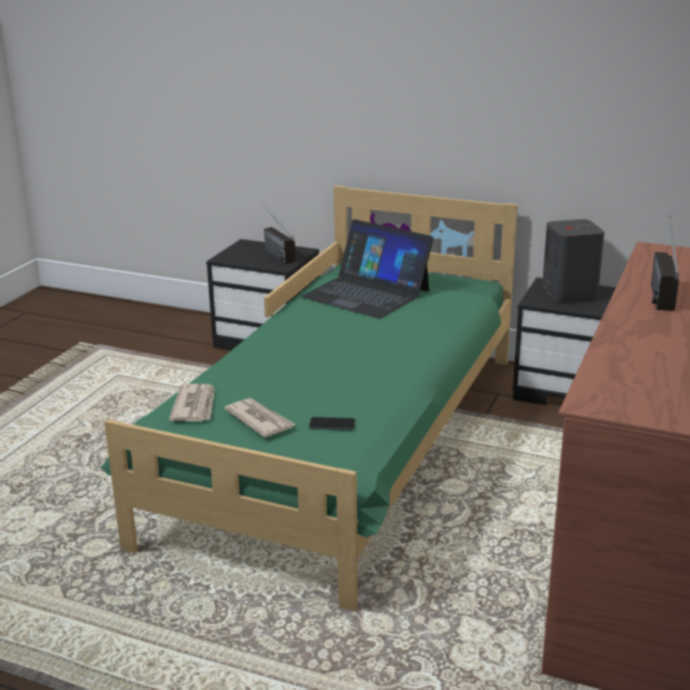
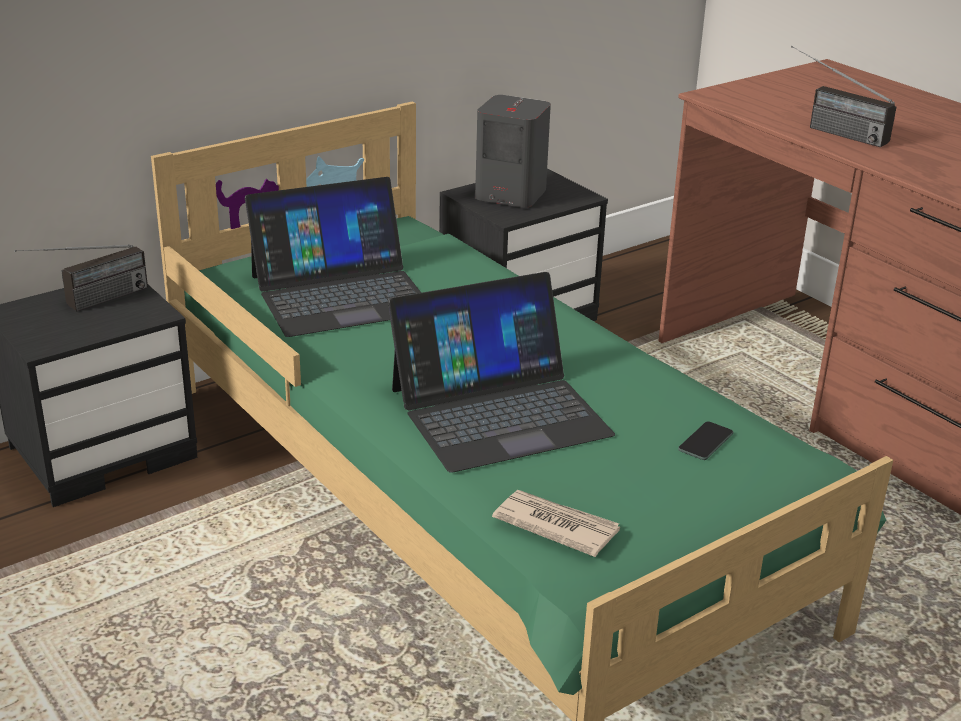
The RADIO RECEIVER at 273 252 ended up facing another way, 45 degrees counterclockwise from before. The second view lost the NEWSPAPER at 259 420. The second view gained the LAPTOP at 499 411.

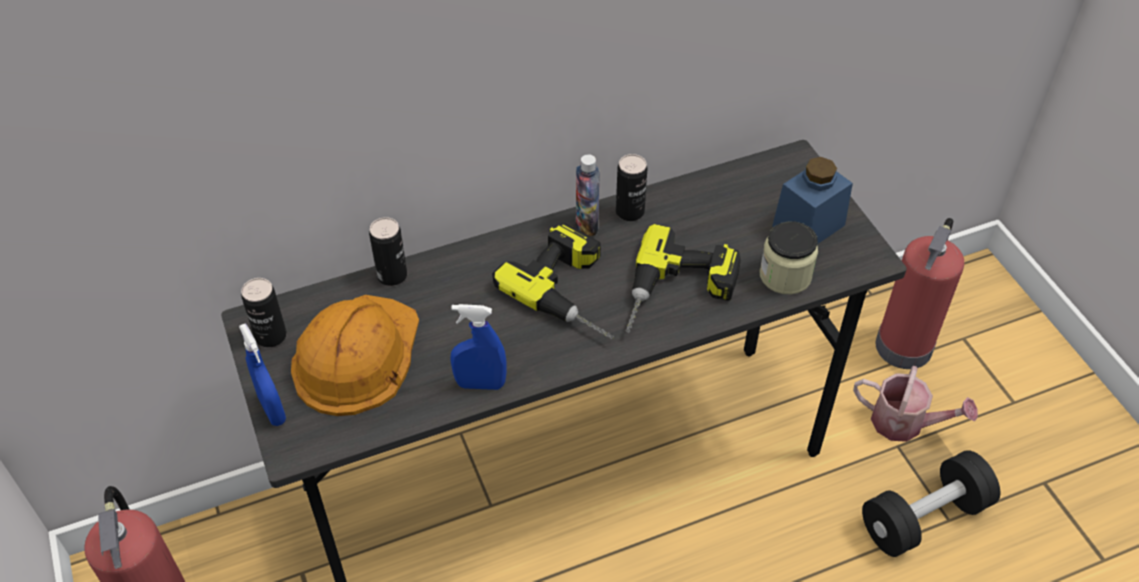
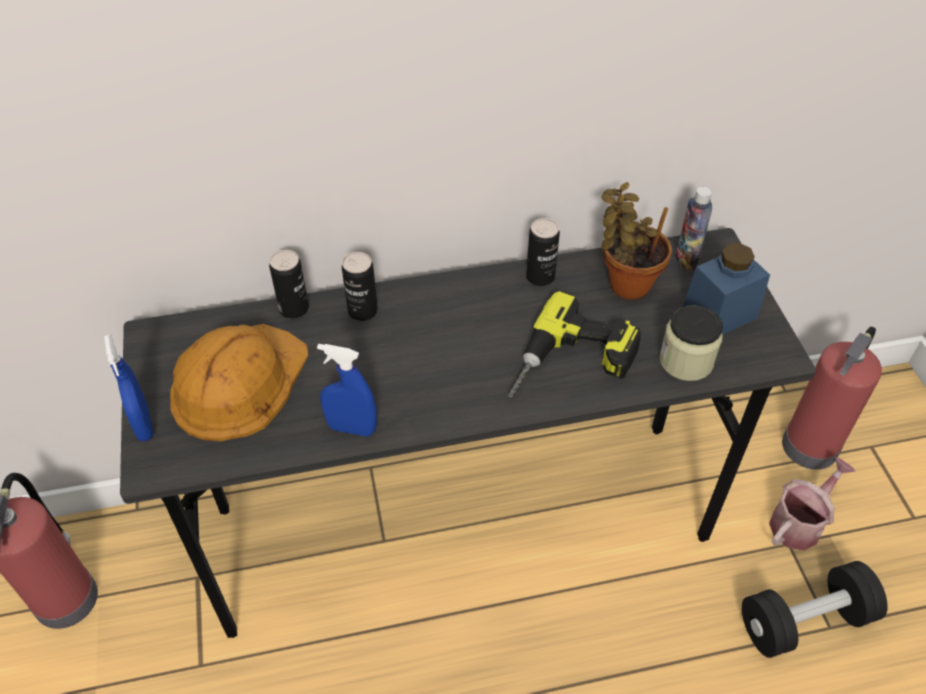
The BOTTLE ended up elsewhere, having gone from 587 224 to 686 259. The second view lost the DRILL at 575 290. The METAL CAN ended up elsewhere, having gone from 271 336 to 362 311. The SPRINKLING CAN at 905 423 ended up facing another way, 75 degrees counterclockwise from before. The second view gained the HOUSEPLANT at 625 282.

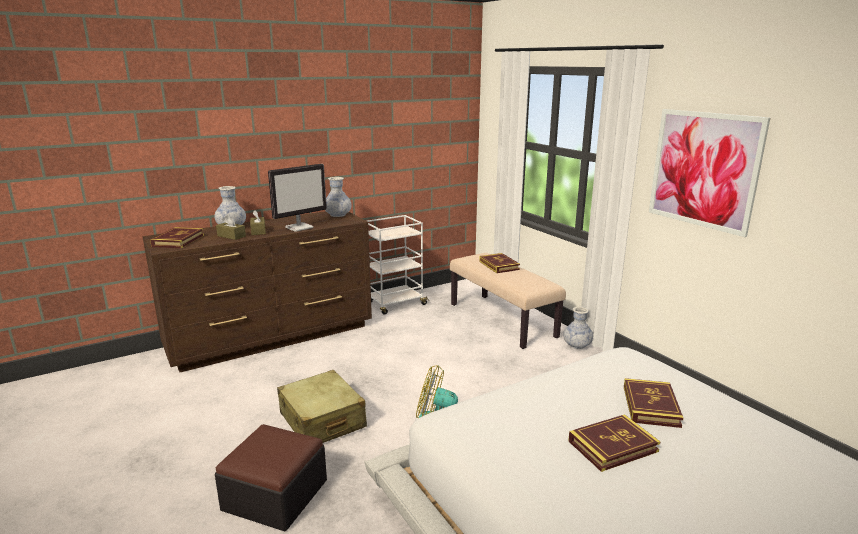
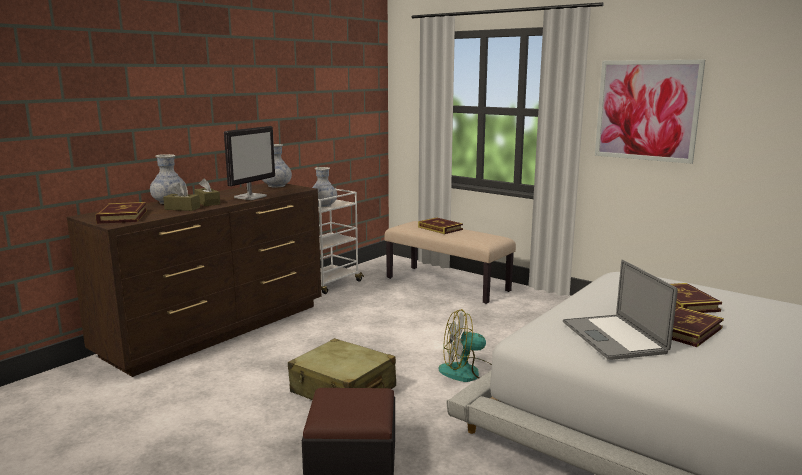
The DECORATIVE VASE ended up elsewhere, having gone from 577 345 to 323 205. The second view gained the LAPTOP at 613 337.

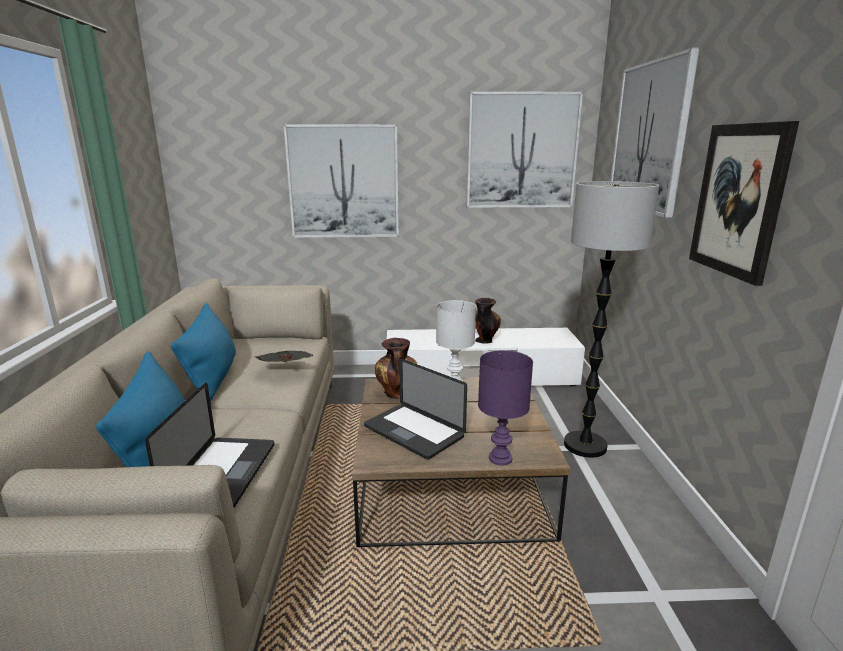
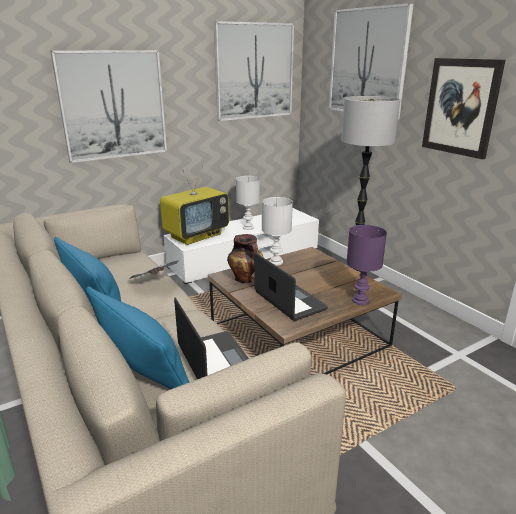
Where the DECORATIVE VASE stood at 484 339, the WHITISH LAMP FOR A TABLE came to stand at 247 227. The LAPTOP at 413 432 ended up facing another way, 135 degrees counterclockwise from before. The second view gained the TELEVISION at 196 235.

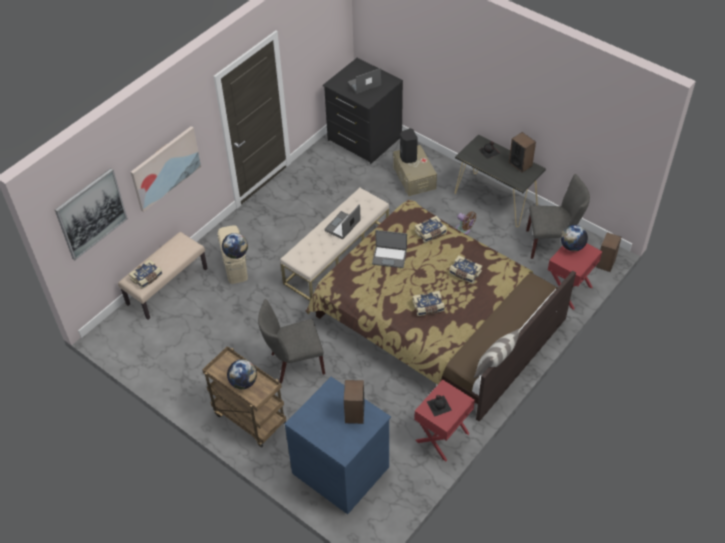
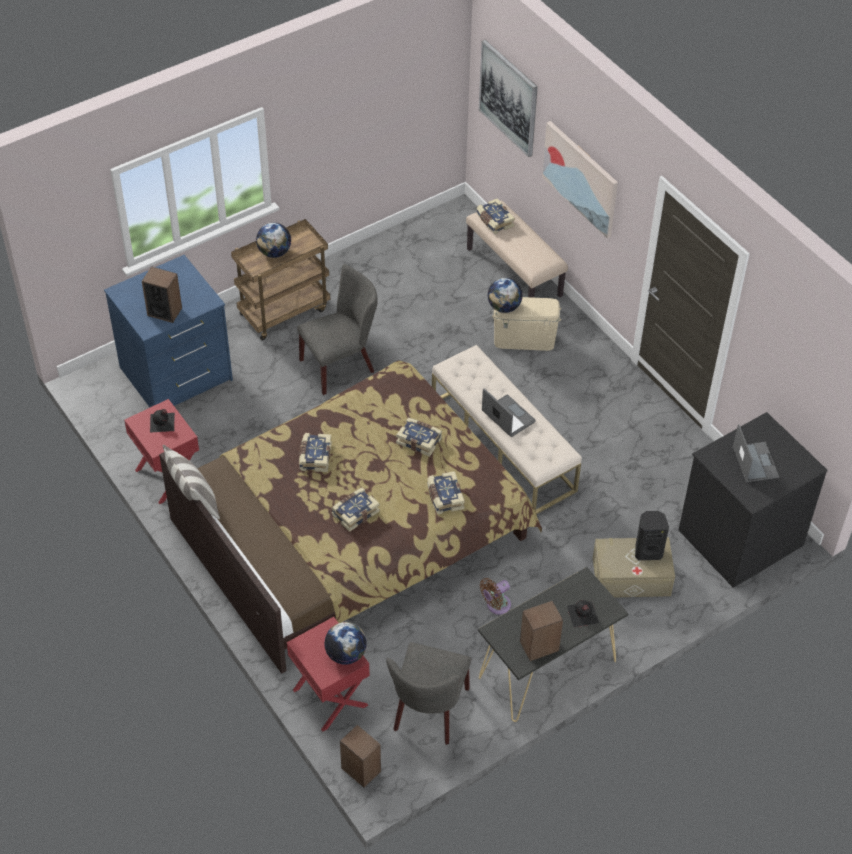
Where the LAPTOP stood at 389 257, the VOLUME came to stand at 419 440. The GRAY PLAIN CHAIR at 294 364 ended up facing another way, 60 degrees clockwise from before.

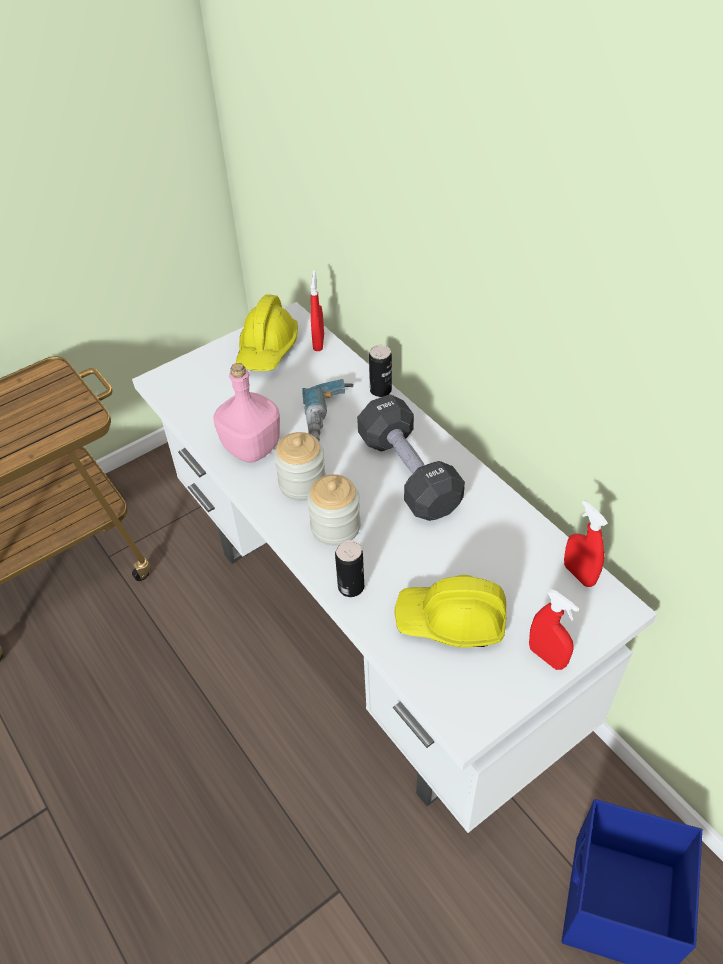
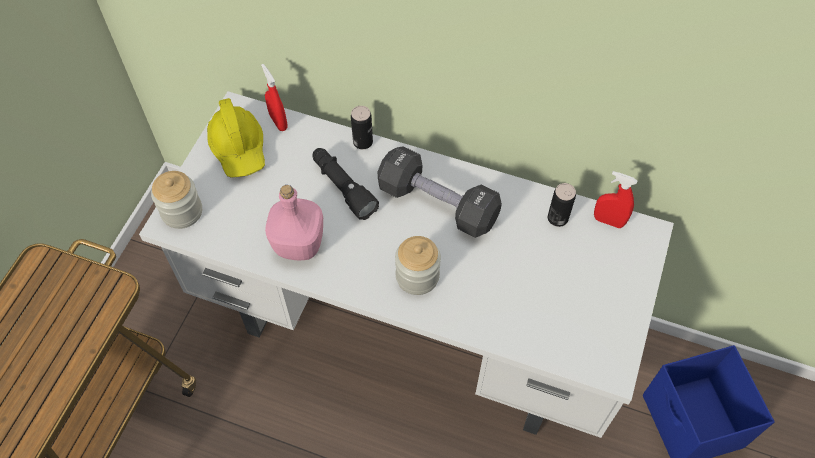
Where the DRILL stood at 330 420, the BLACK HAND TORCH came to stand at 343 188. The JAR ended up elsewhere, having gone from 302 483 to 182 211. The METAL CAN ended up elsewhere, having gone from 351 587 to 557 218. The second view lost the YELLOW-COLOURED SAFETY HELMET at 451 620. The second view lost the RED-COLOURED SPRAYER at 547 656.

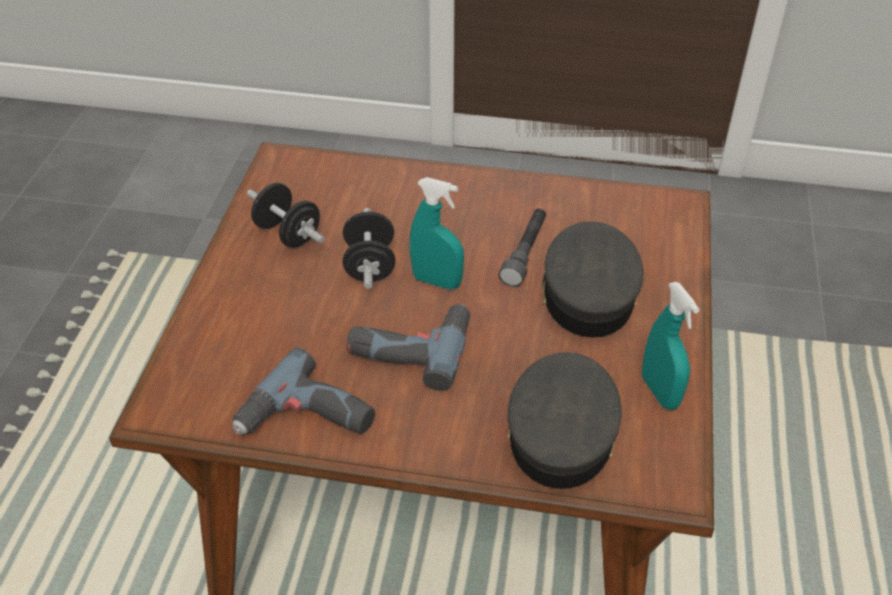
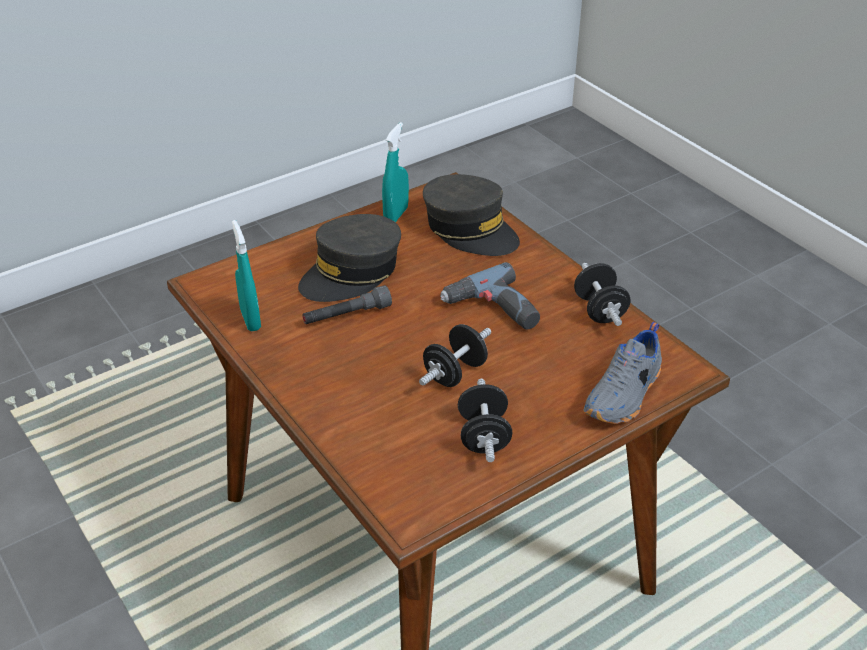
The BLUE-GREEN SPRAYER ended up elsewhere, having gone from 436 281 to 250 320. Where the DRILL stood at 307 421, the BLACK HAND WEIGHT came to stand at 599 310. The GRAY CAP at 561 432 ended up facing another way, 105 degrees counterclockwise from before. The second view gained the GRAY ITEM OF FOOTWEAR at 625 395.

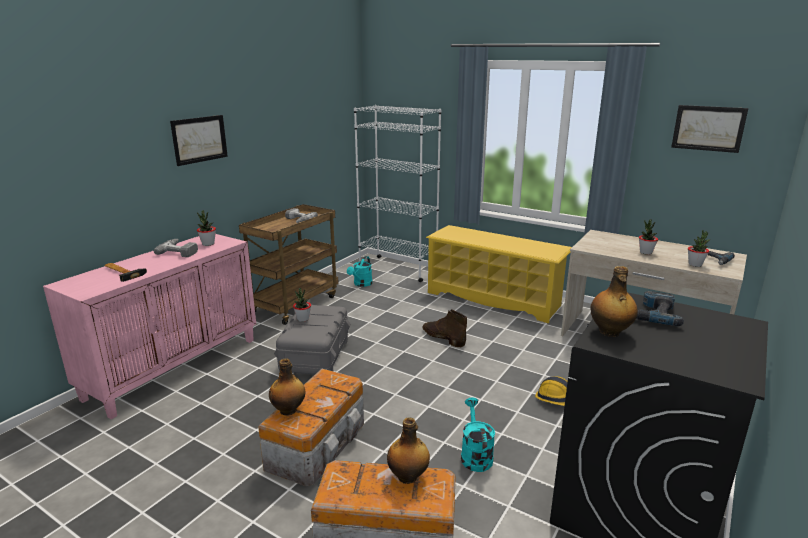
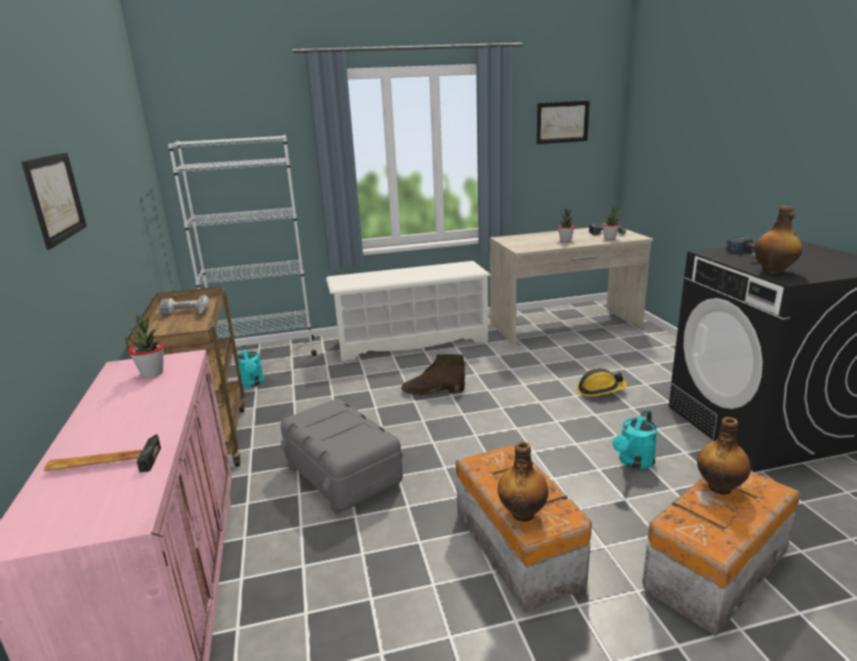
What was the YELLOW-COLOURED SHOE SHELF at 494 299 turned into the WHITISH SHOE SHELF at 411 341. The second view lost the DRILL at 180 251. The second view lost the HOUSEPLANT at 303 319. The BLUE-GREEN SPRINKLING CAN at 475 455 ended up facing another way, 90 degrees counterclockwise from before.

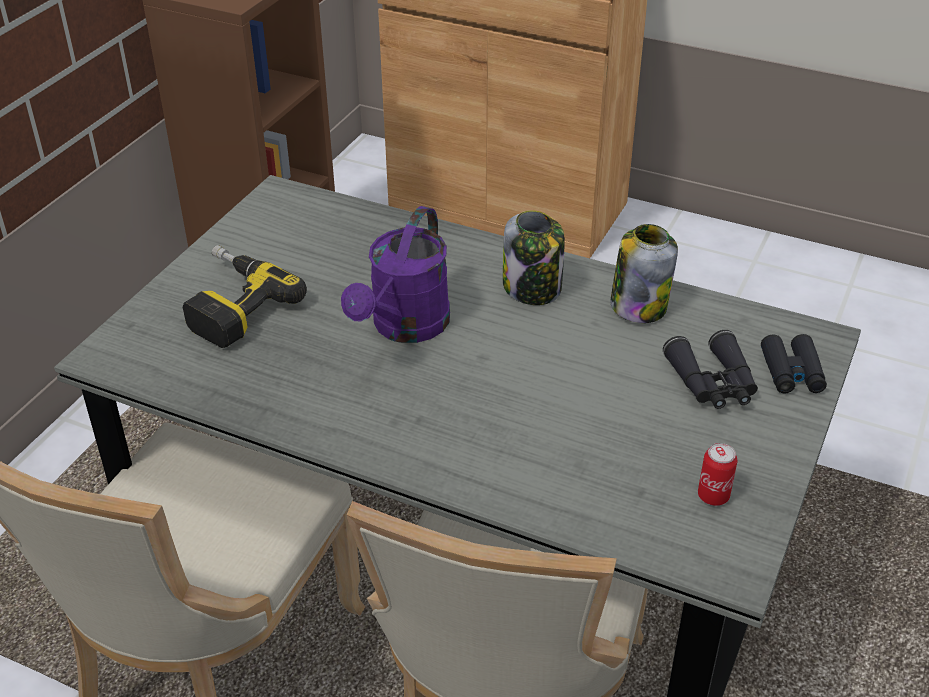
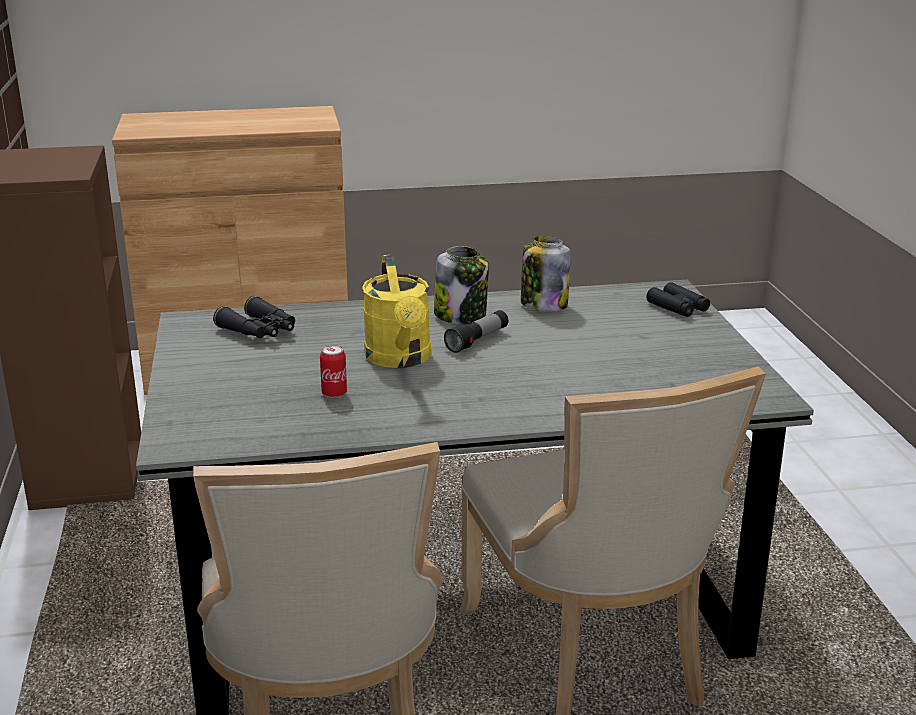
What was the PURPLE-COLOURED SPRINKLING CAN at 405 328 turned into the YELLOW-COLOURED SPRINKLING CAN at 400 359. The second view lost the DRILL at 230 304. The BLACK BINOCULARS ended up elsewhere, having gone from 713 383 to 260 331. The METAL CAN ended up elsewhere, having gone from 713 496 to 334 393. The second view gained the HAND TORCH at 477 340.

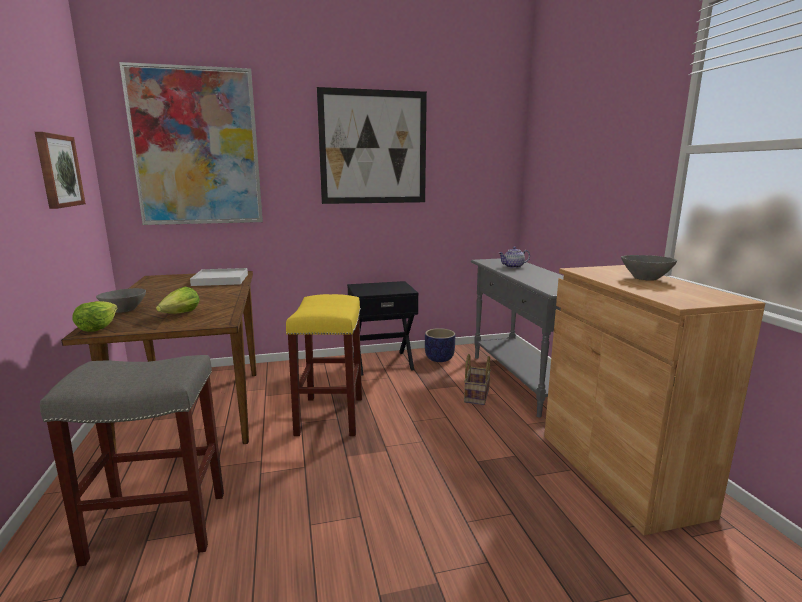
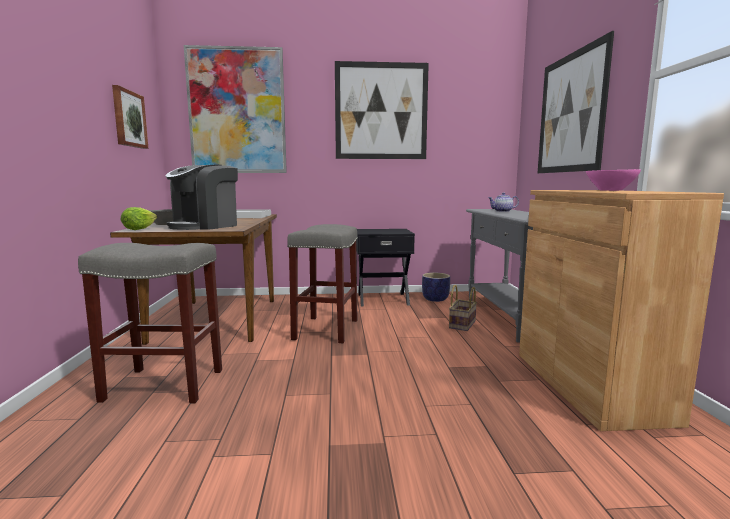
What was the GRAY DEEP DISH at 645 278 turned into the PINKISH DEEP DISH at 610 190. Where the LETTUCE stood at 181 314, the COFFEE BREWER came to stand at 205 226. What was the YELLOW-COLOURED SITTING STOOL at 330 416 turned into the GRAY SITTING STOOL at 326 330. The second view gained the WALL ART at 570 113.

